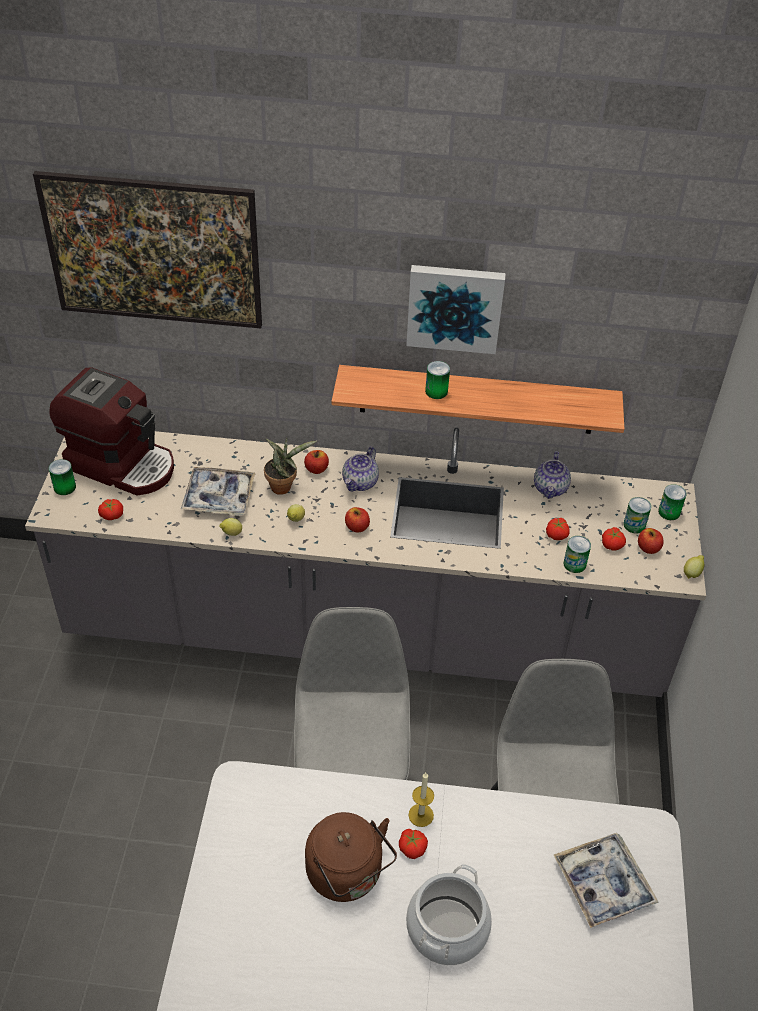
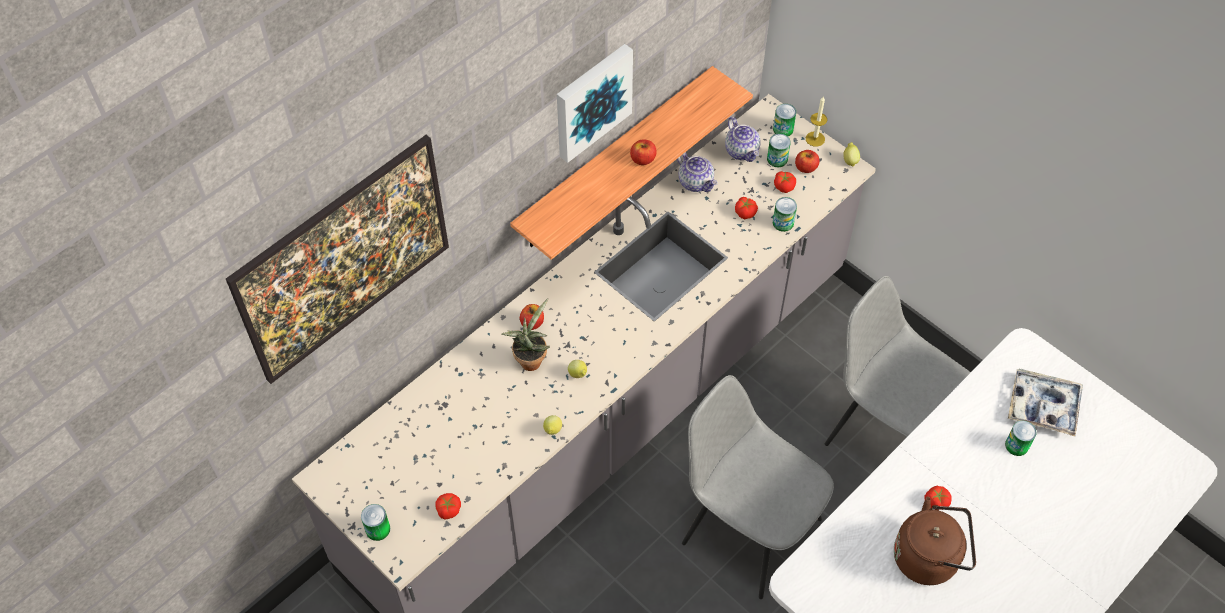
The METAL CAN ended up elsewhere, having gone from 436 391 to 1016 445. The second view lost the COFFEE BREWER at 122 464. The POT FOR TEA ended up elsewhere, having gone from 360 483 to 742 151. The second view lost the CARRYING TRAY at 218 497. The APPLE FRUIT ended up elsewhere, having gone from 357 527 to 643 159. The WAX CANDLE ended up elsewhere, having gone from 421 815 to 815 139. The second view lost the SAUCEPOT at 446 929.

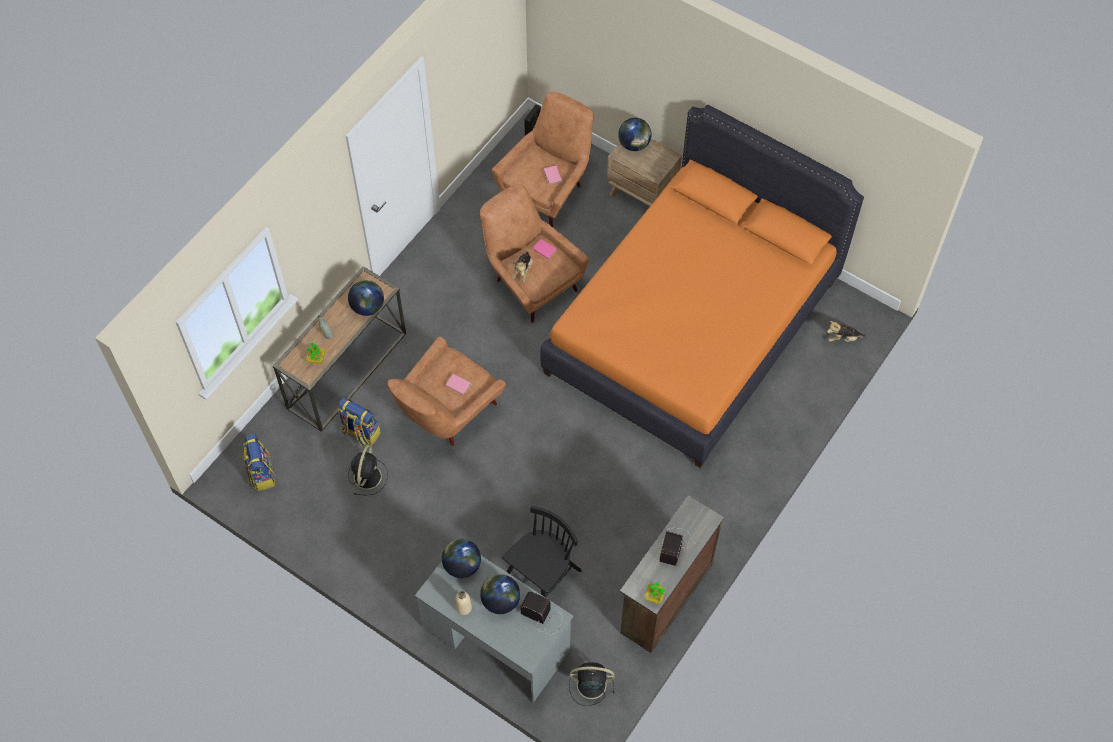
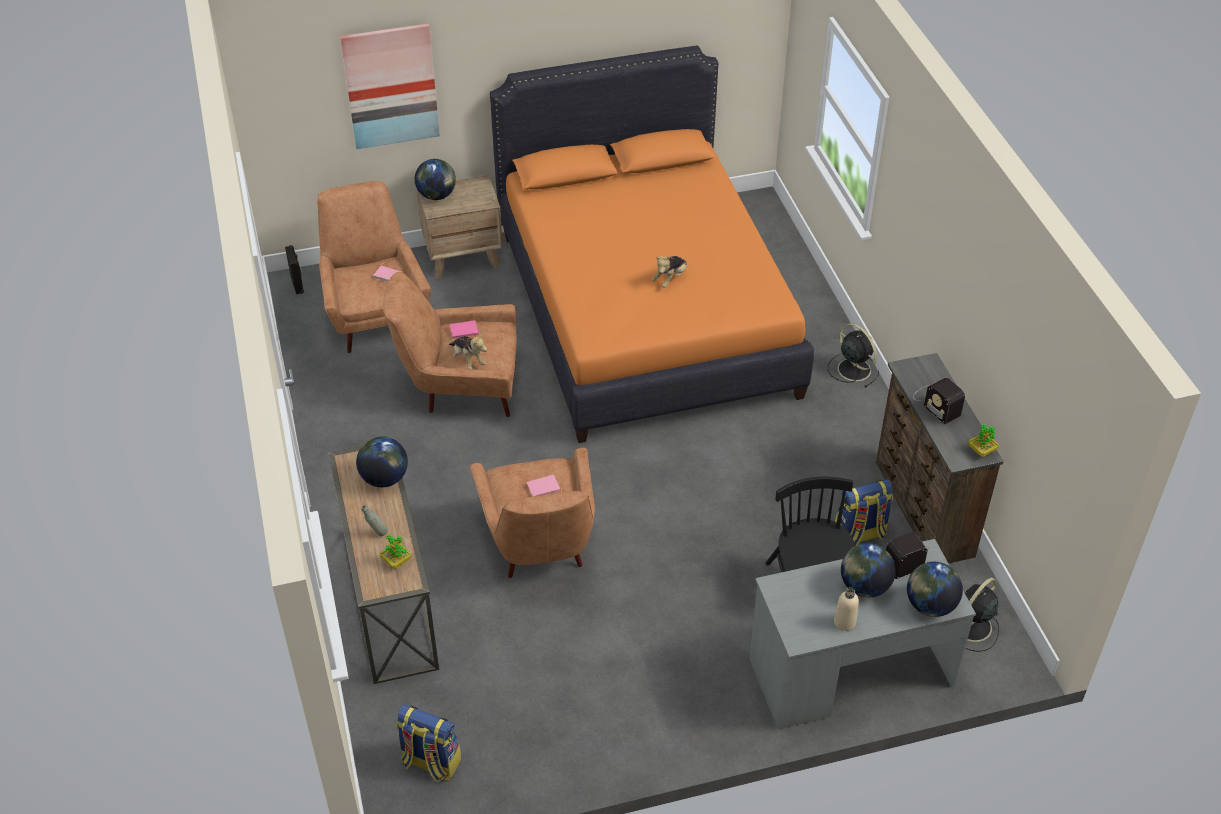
The SOFT TOY ended up elsewhere, having gone from 843 338 to 670 279. The RUCKSACK ended up elsewhere, having gone from 360 433 to 860 534. The BLACK FAN ended up elsewhere, having gone from 368 476 to 853 369. The DESK GLOBE ended up elsewhere, having gone from 462 565 to 930 605. The second view gained the WALL ART at 391 86.

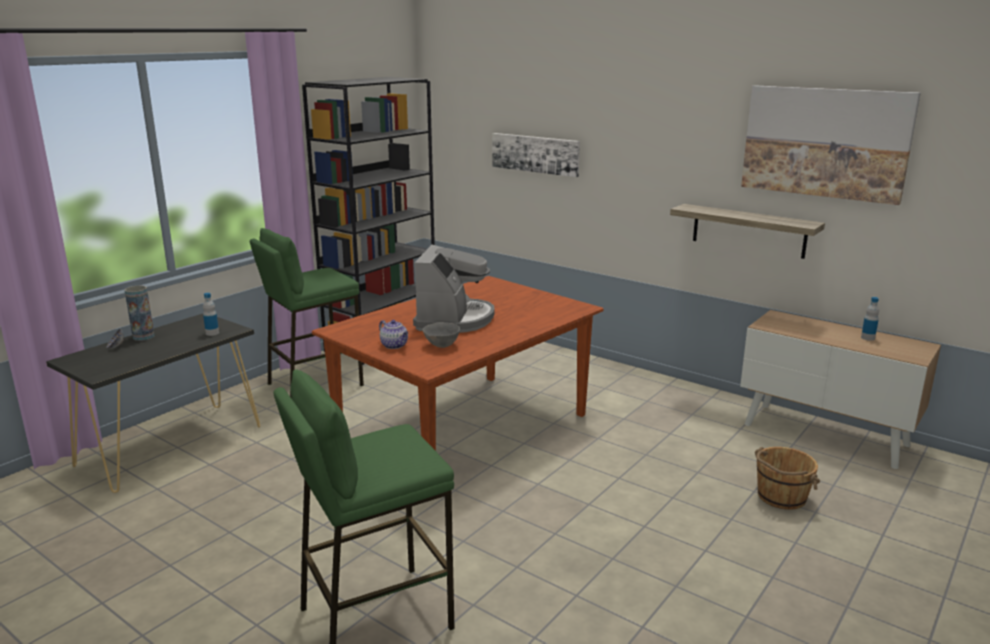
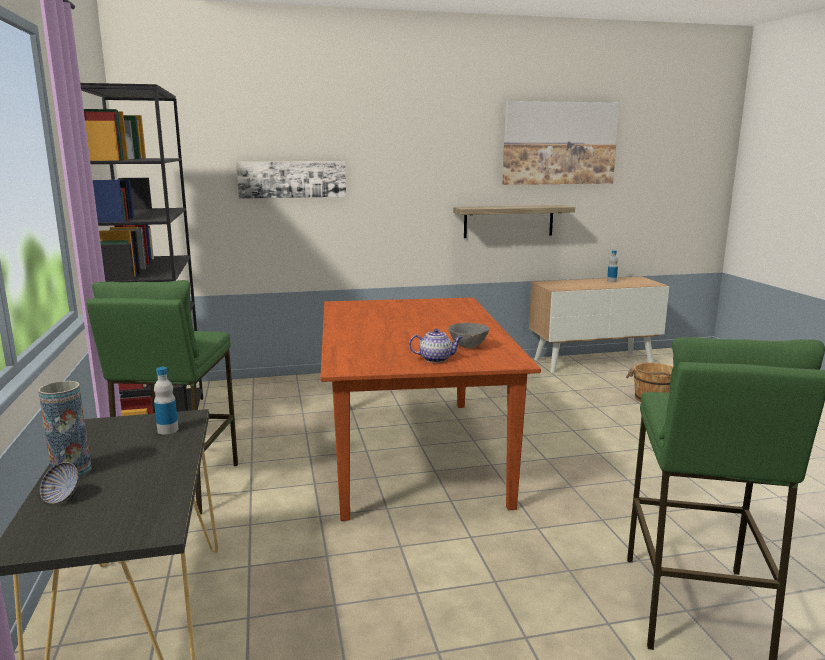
The second view lost the COFFEE BREWER at 454 319.

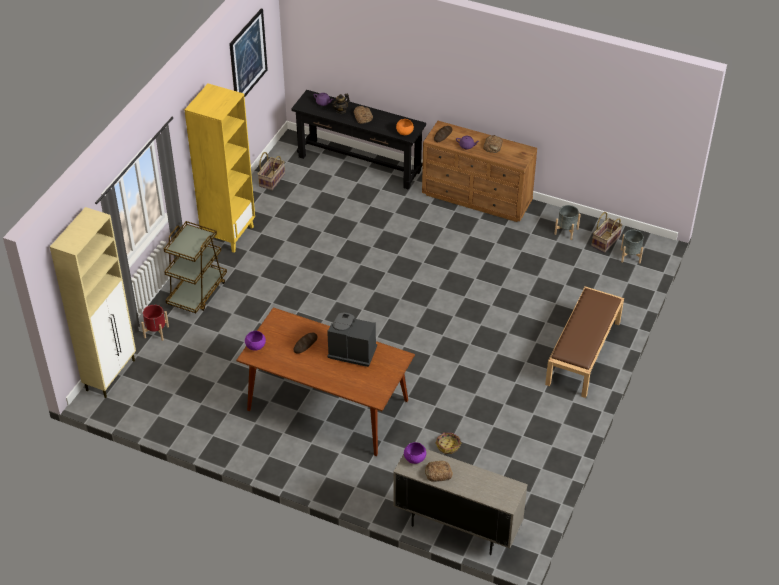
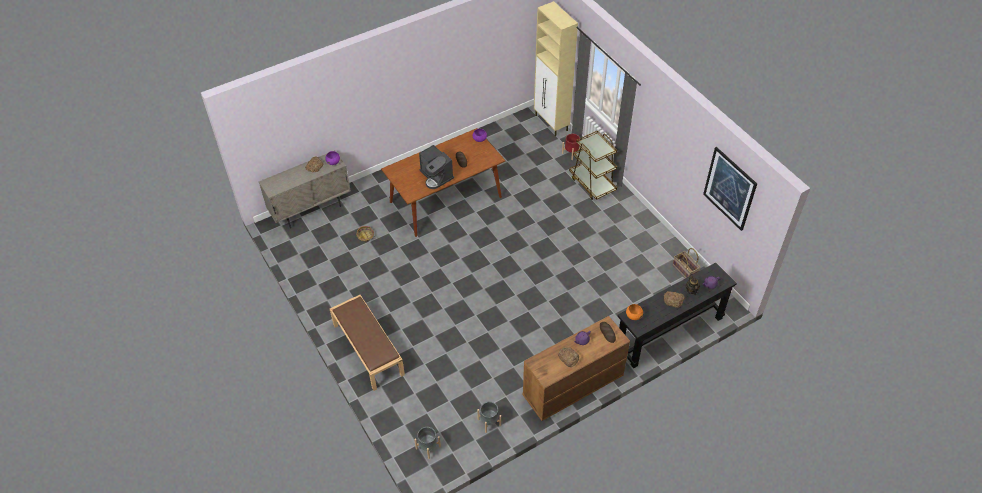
The second view lost the YELLOW-COLOURED SHELVING UNIT at 228 234. The second view lost the HOUSEHOLD BASKET at 606 242. The COFFEE BREWER at 351 351 ended up facing another way, 90 degrees clockwise from before.

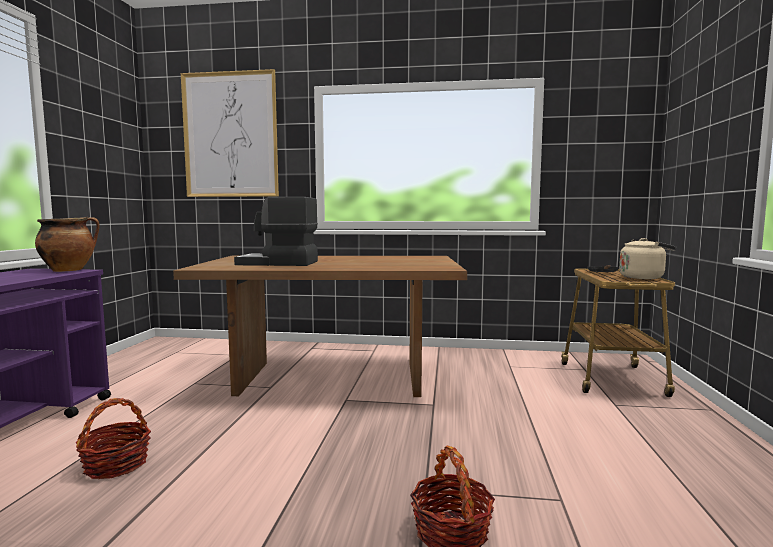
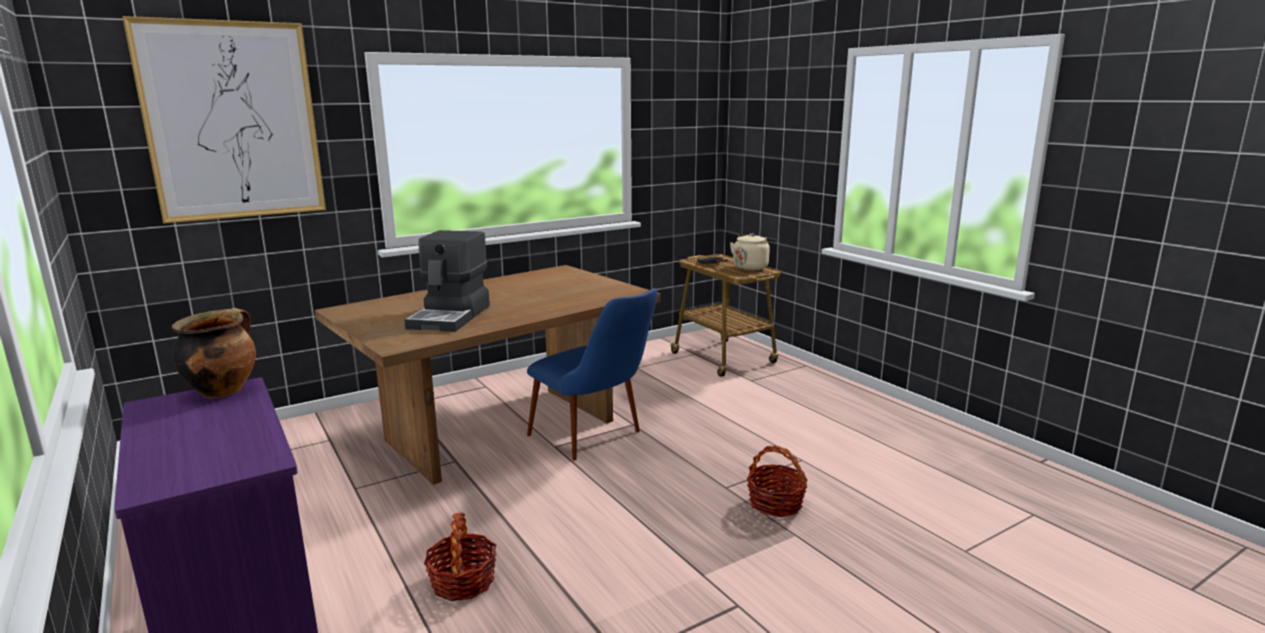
The COFFEE BREWER at 278 263 ended up facing another way, 45 degrees counterclockwise from before. The second view gained the BLUE-COLOURED PLAIN CHAIR at 596 439.

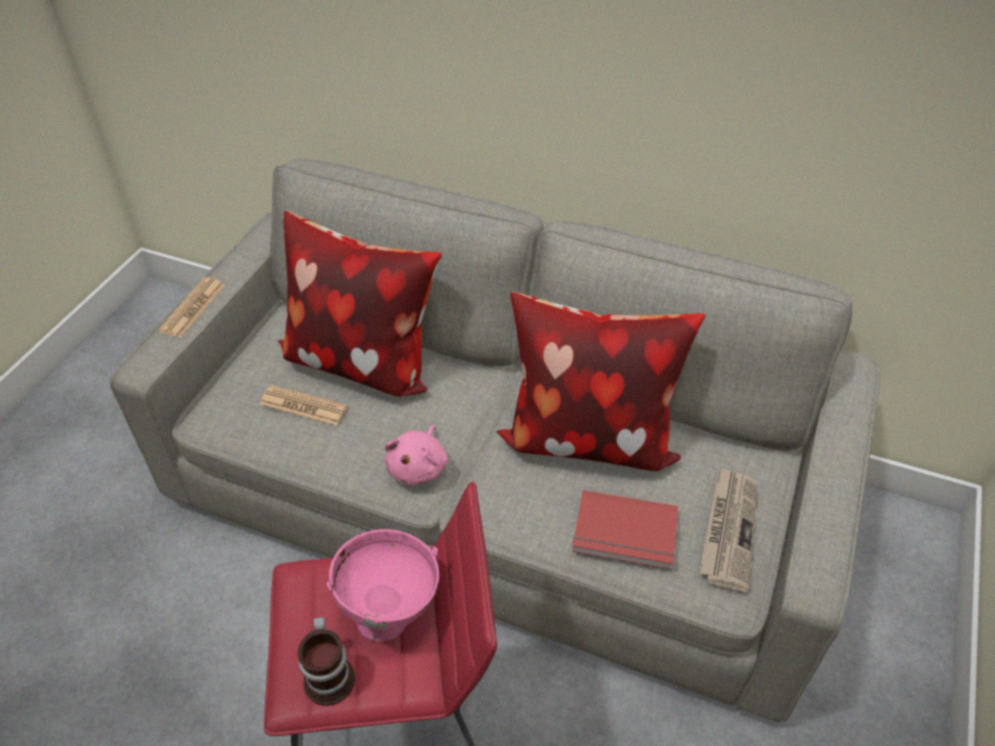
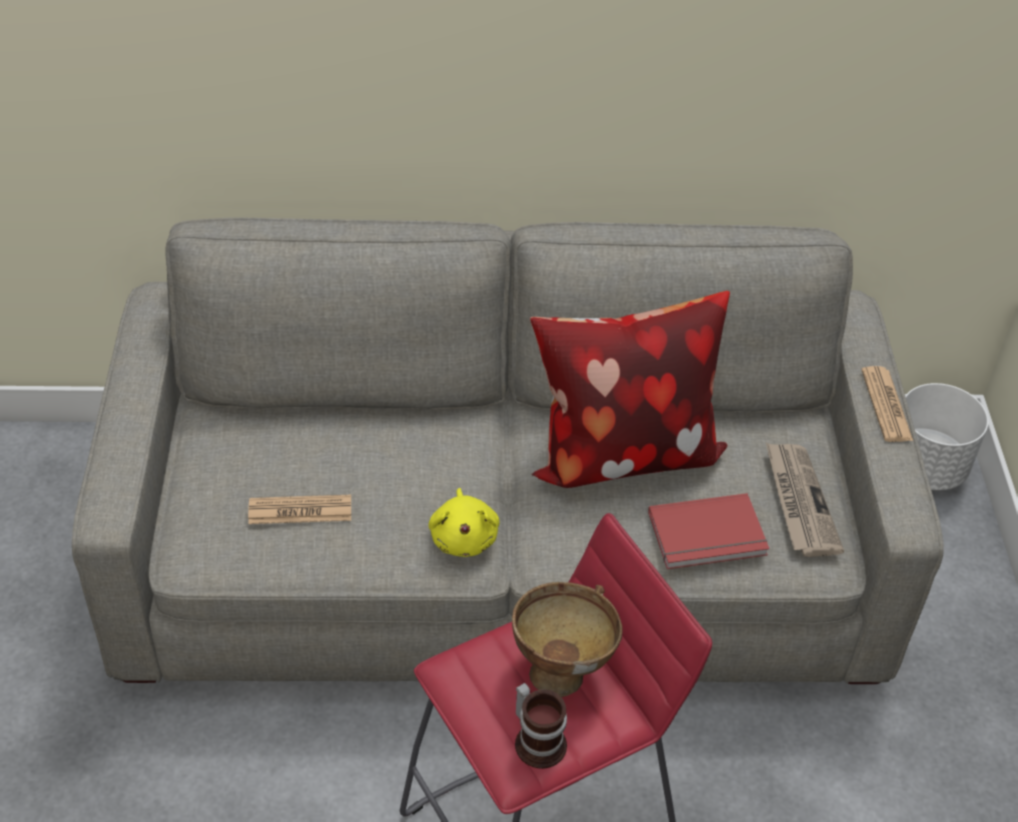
The second view lost the PILLOW at 361 359. The NEWSPAPER ended up elsewhere, having gone from 193 308 to 886 405. What was the PINKISH SOFT TOY at 419 467 turned into the YELLOW-COLOURED SOFT TOY at 464 537. What was the PINKISH DEEP DISH at 393 613 turned into the BROWN DEEP DISH at 563 668. The second view gained the WHITISH PLANT POT at 926 467.

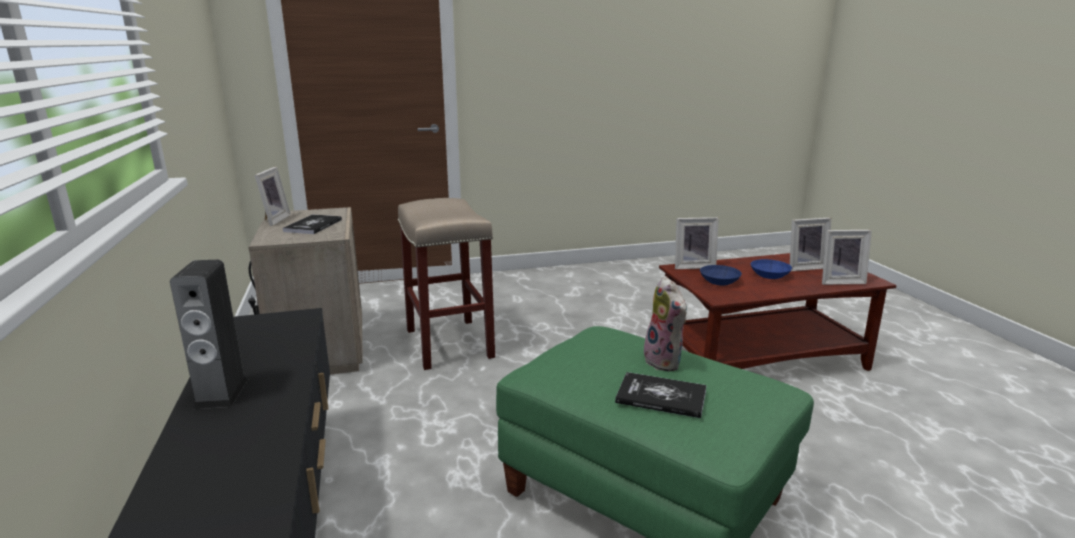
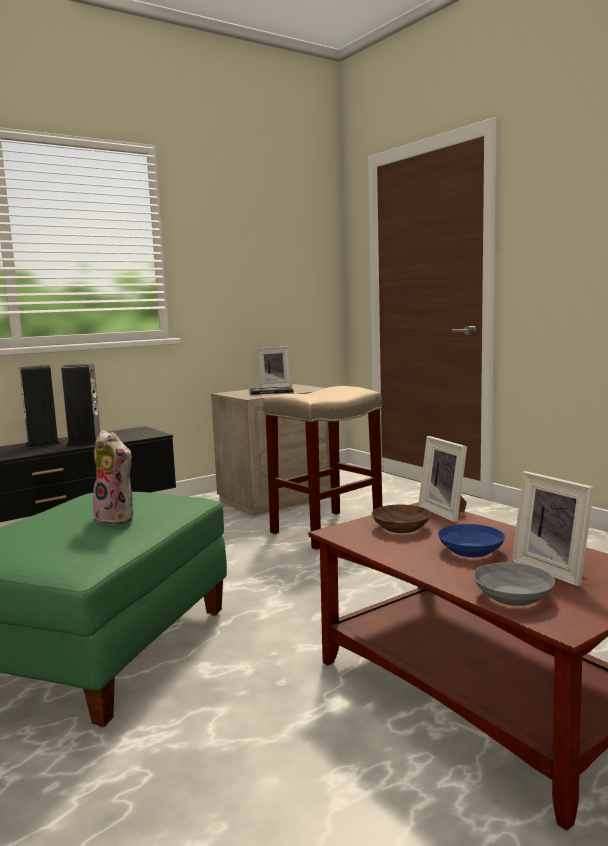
Where the PICTURE FRAME stood at 839 281, the GRAY DEEP DISH came to stand at 515 596. What was the BLUE-COLOURED DEEP DISH at 719 281 turned into the BROWN DEEP DISH at 399 528. The SOFT TOY at 665 361 ended up facing another way, 105 degrees counterclockwise from before. The second view lost the VOLUME at 661 396. The second view gained the AUDIO SPEAKER at 85 442.

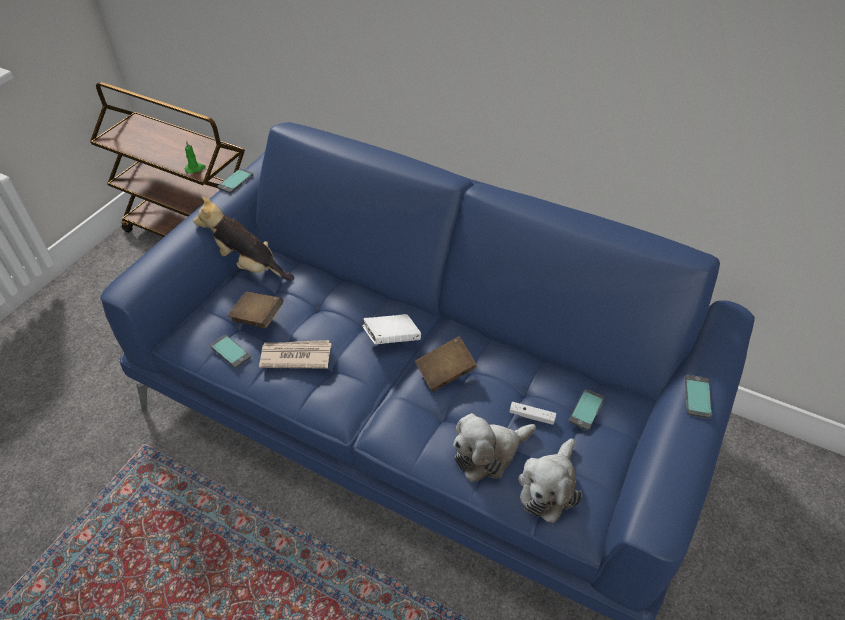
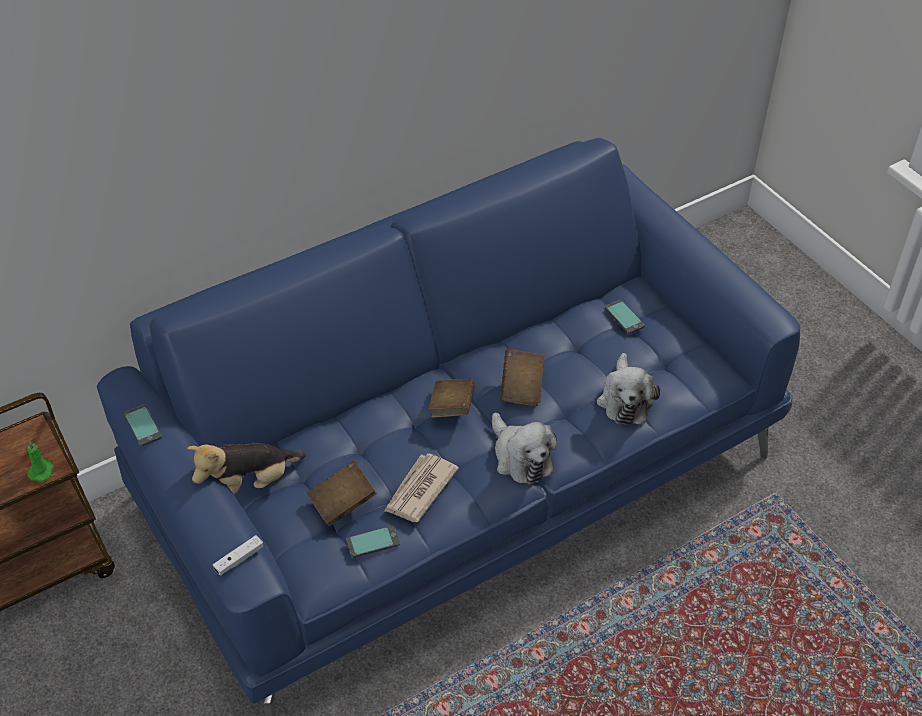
What was the WHITISH VOLUME at 392 338 turned into the BROWN VOLUME at 451 407. The second view lost the PHONE at 697 397. The WHITISH JOYPAD ended up elsewhere, having gone from 532 416 to 239 559. The SOFT TOY ended up elsewhere, having gone from 548 487 to 520 457.

